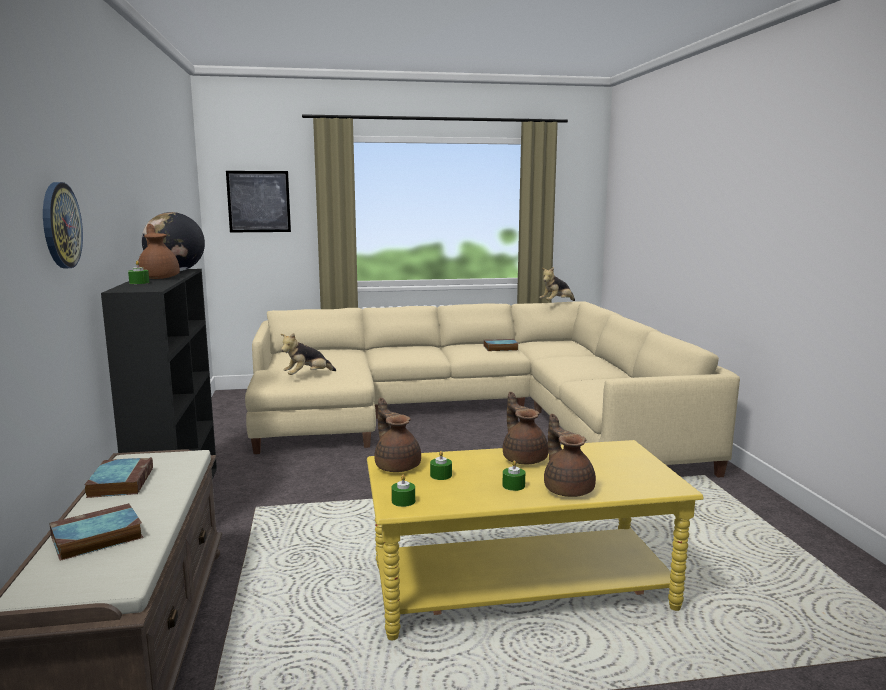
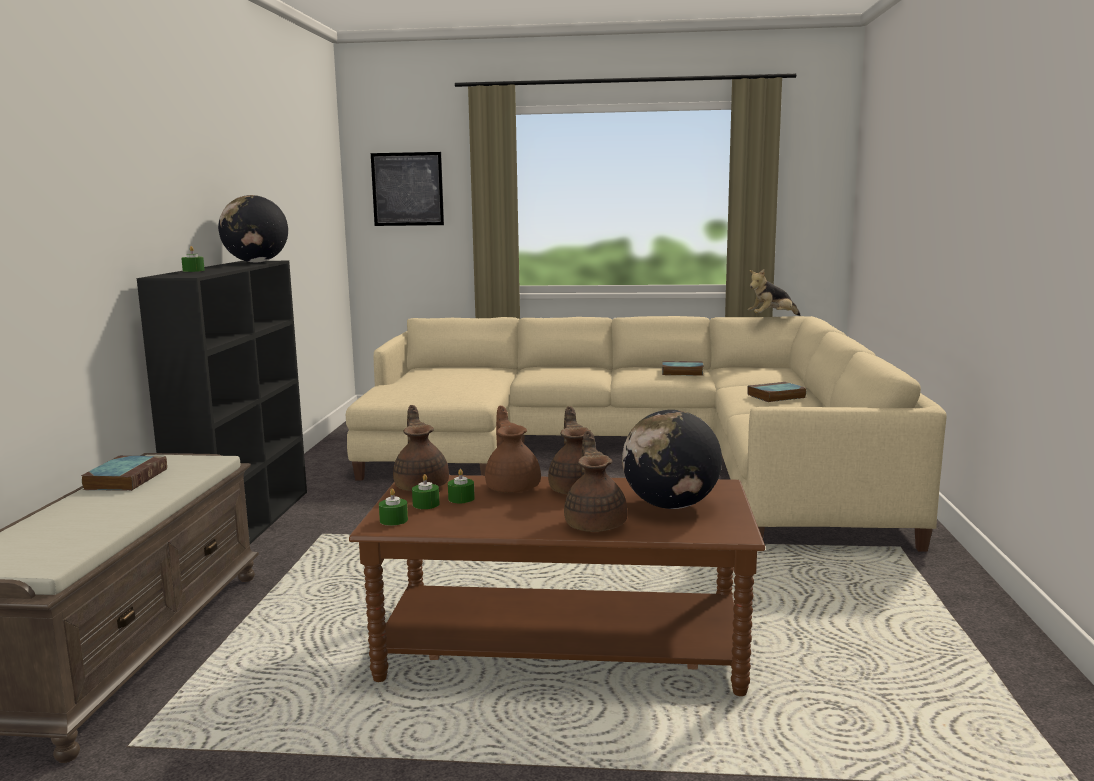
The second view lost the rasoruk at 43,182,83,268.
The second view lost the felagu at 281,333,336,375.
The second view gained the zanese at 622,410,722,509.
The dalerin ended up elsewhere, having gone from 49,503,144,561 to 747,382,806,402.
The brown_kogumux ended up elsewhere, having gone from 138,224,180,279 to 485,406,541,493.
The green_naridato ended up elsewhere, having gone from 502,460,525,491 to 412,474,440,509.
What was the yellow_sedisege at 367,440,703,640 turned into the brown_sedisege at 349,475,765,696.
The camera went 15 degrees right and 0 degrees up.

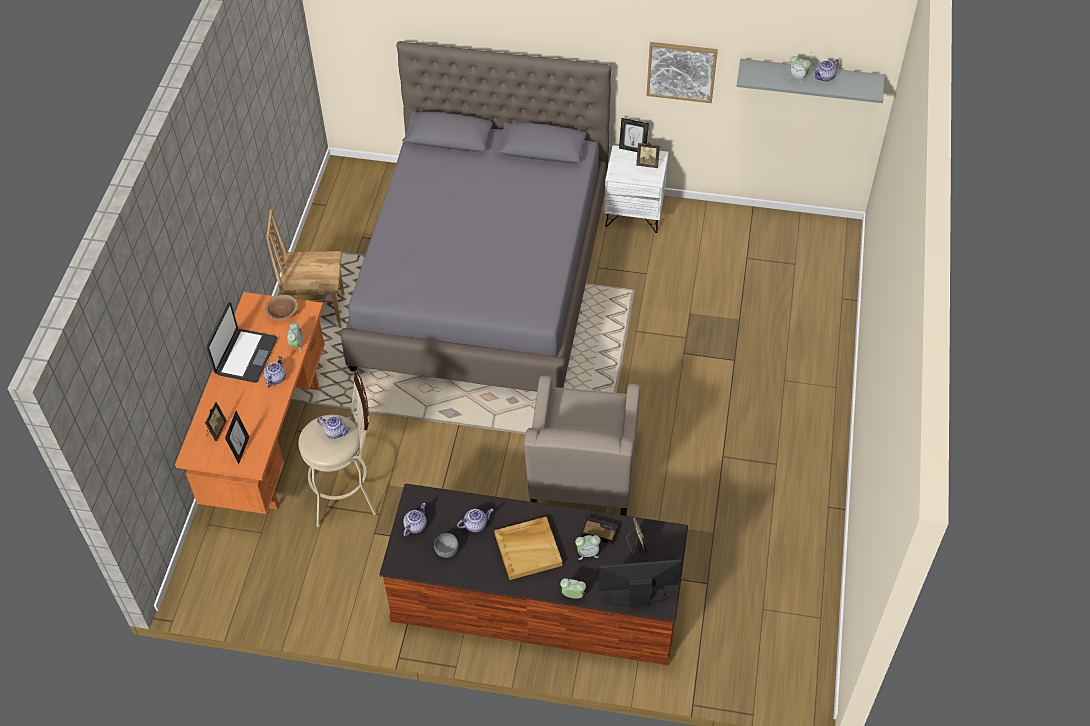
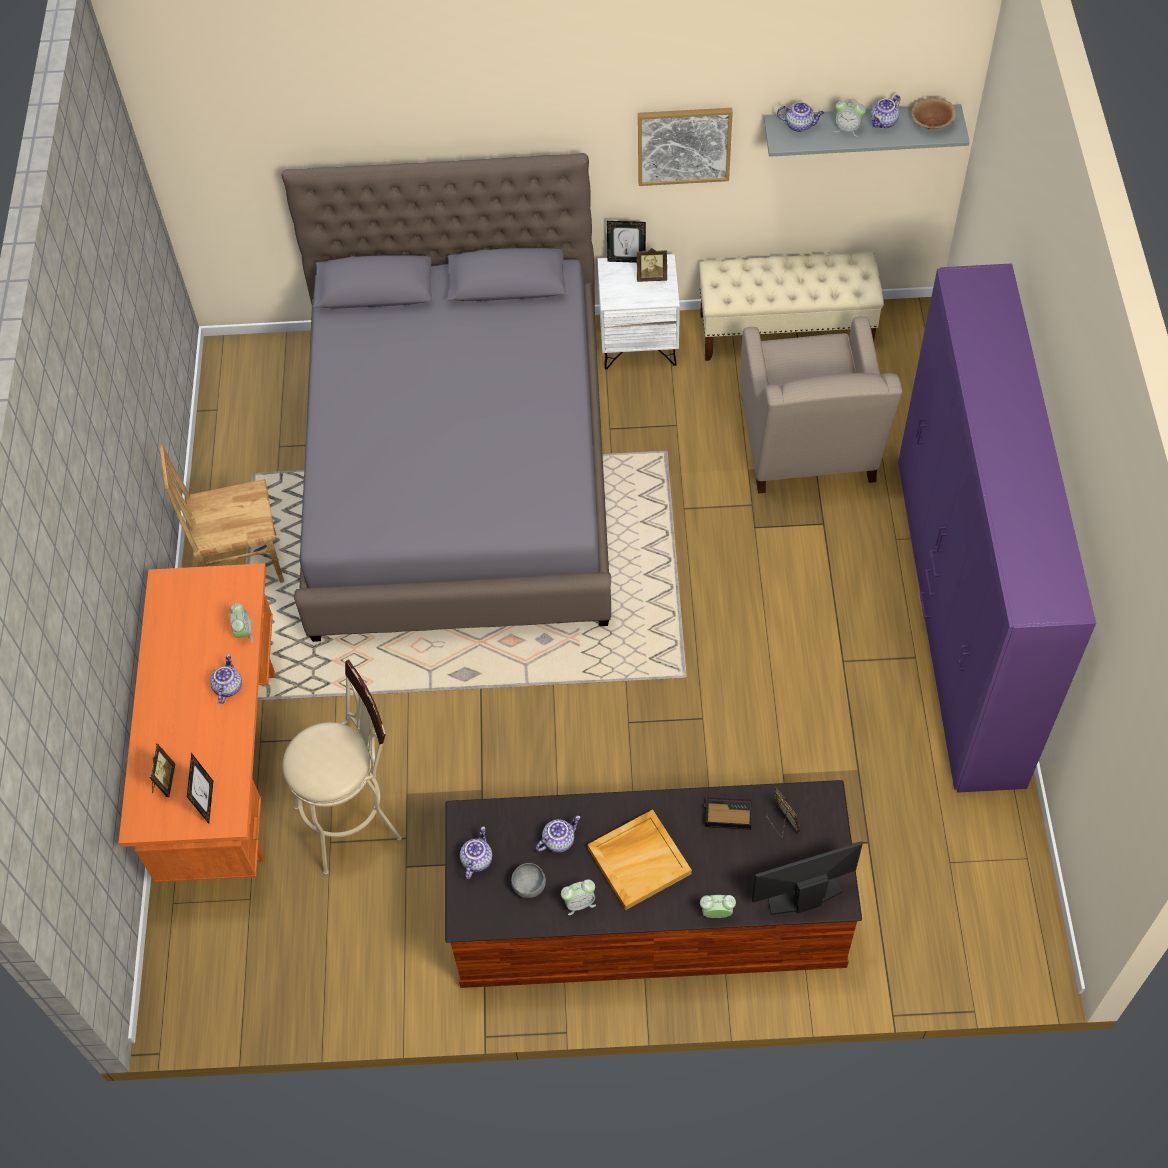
The second view lost the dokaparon at 206,302,278,383.
The second view gained the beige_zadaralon at 699,252,884,361.
The second view gained the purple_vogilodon at 898,263,1096,793.
The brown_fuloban ended up elsewhere, having gone from 265,295,298,320 to 911,98,957,129.
The kogumux ended up elsewhere, having gone from 317,416,350,439 to 777,102,824,132.
The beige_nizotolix ended up elsewhere, having gone from 524,375,640,516 to 739,316,902,494.
The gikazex ended up elsewhere, having gone from 575,535,601,560 to 561,879,596,915.
The camera went 10 degrees left and 5 degrees up.

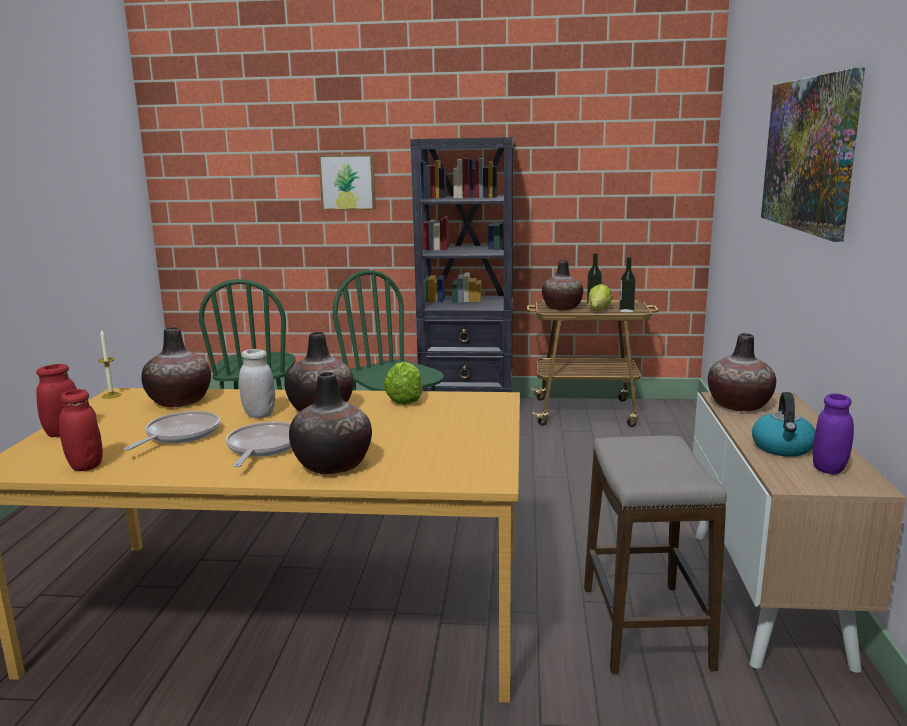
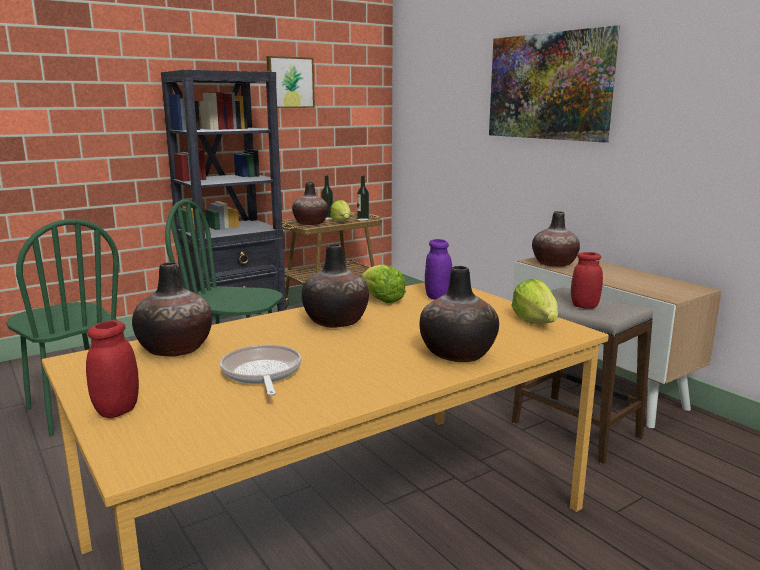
The second view lost the naridato at 98,330,122,399.
The second view lost the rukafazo at 226,422,292,467.
The second view lost the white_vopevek at 239,349,275,418.
The second view lost the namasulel at 752,392,816,457.
The second view gained the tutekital at 511,279,558,324.
The red_vopevek ended up elsewhere, having gone from 59,389,103,471 to 571,252,603,309.
The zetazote ended up elsewhere, having gone from 318,154,376,210 to 266,56,315,108.
The purple_vopevek ended up elsewhere, having gone from 813,394,854,474 to 425,239,452,300.
The camera went 40 degrees left and 0 degrees up.

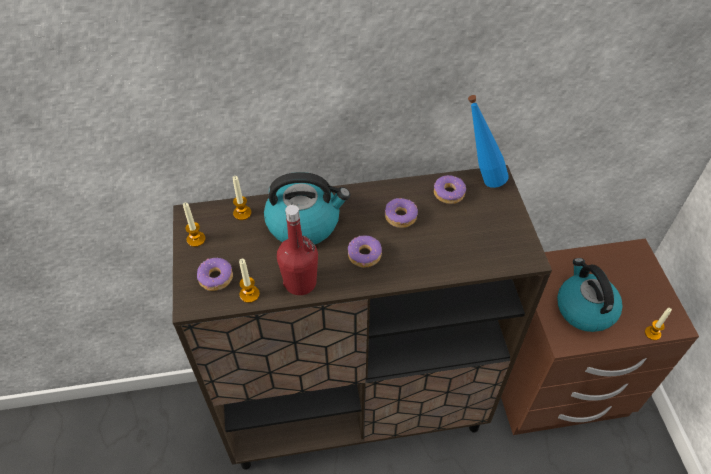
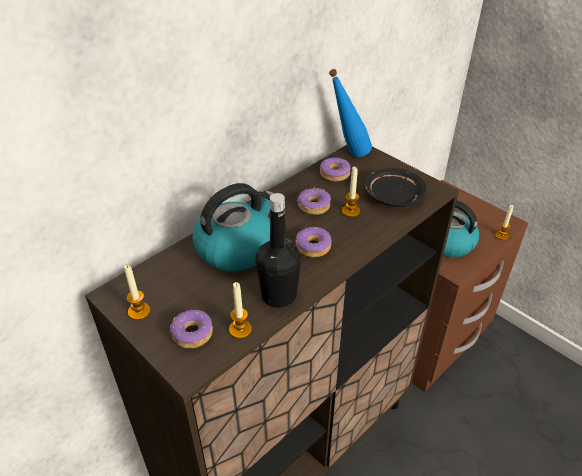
The second view gained the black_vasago at 364,168,427,207.
The naridato ended up elsewhere, having gone from 232,176,252,220 to 342,167,360,217.
What was the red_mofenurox at 277,205,318,295 turned into the black_mofenurox at 256,193,301,308.
The camera went 35 degrees left and 10 degrees down.

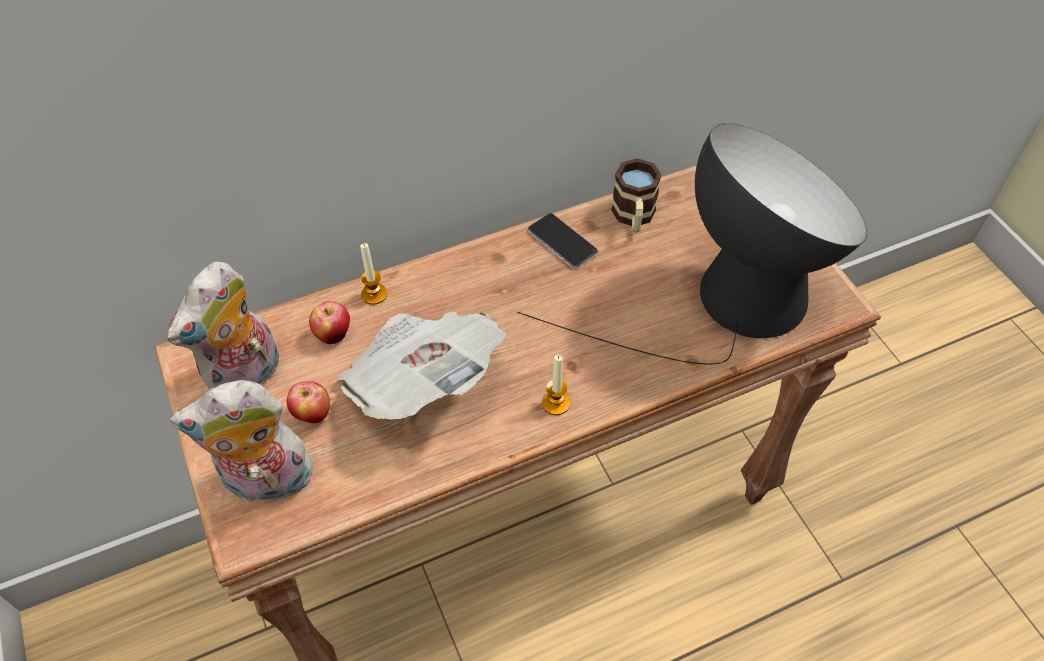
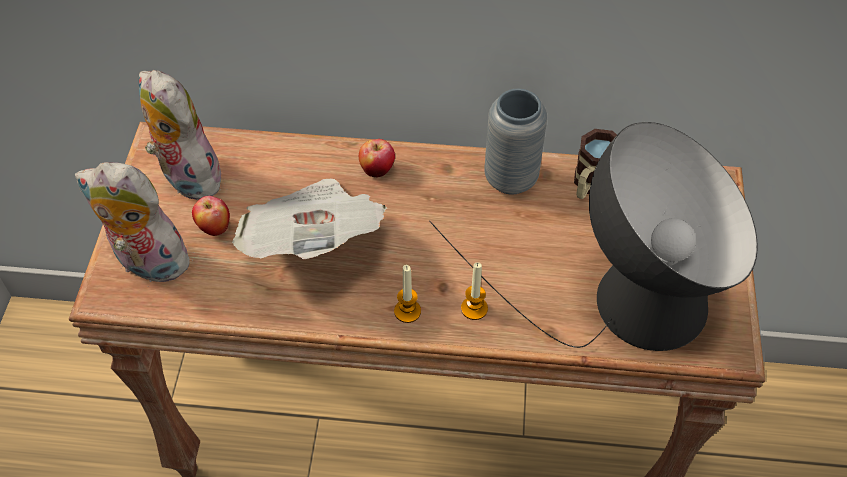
The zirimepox ended up elsewhere, having gone from 309,301,350,344 to 359,139,395,178.
The naridato ended up elsewhere, having gone from 360,243,387,305 to 461,262,488,320.
Where the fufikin stood at 527,213,598,269, the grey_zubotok came to stand at 484,89,547,195.
The felagu at 167,262,279,389 ended up facing another way, 75 degrees clockwise from before.
The camera went 30 degrees right and 0 degrees up.

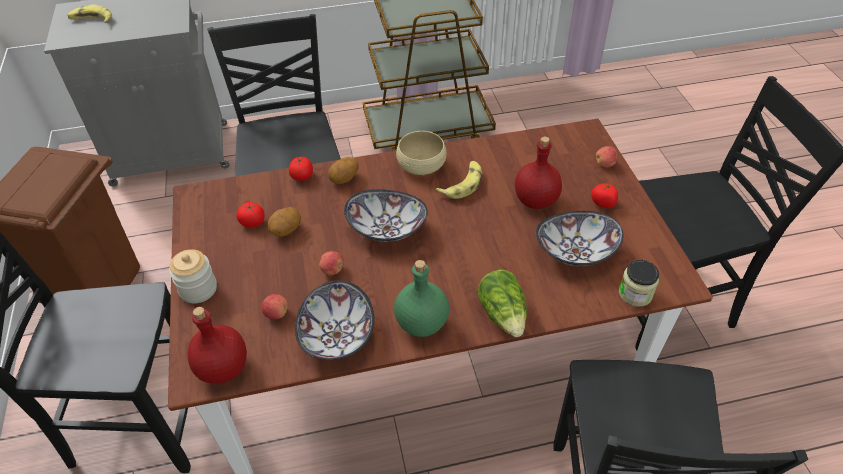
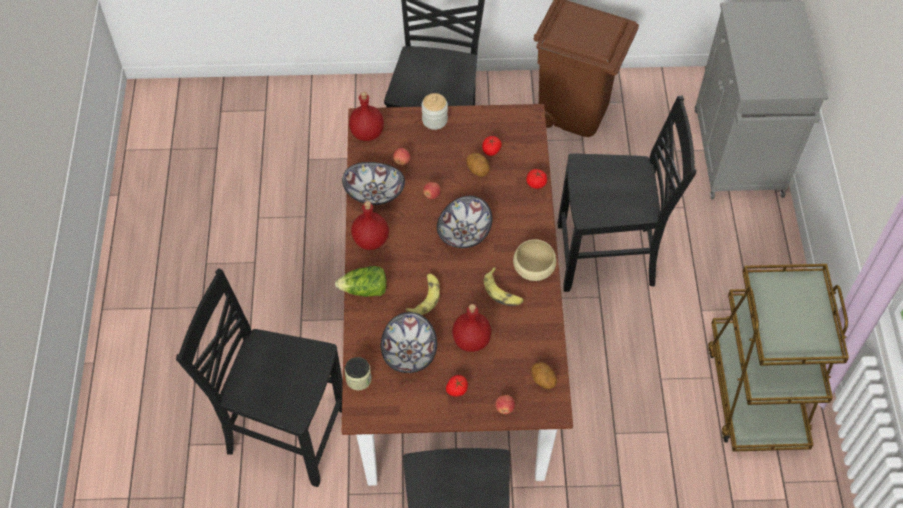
The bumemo ended up elsewhere, having gone from 67,5,112,23 to 406,273,440,315.
The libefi ended up elsewhere, having gone from 328,157,359,184 to 531,362,557,389.
What was the green_mofenurox at 394,260,449,337 turned into the red_mofenurox at 351,201,389,250.
The camera went 100 degrees right and 10 degrees up.

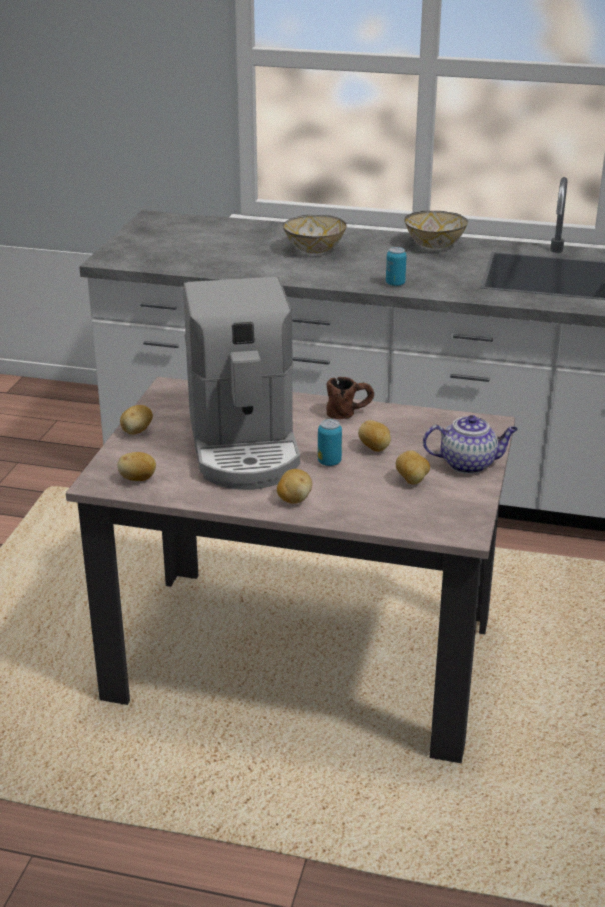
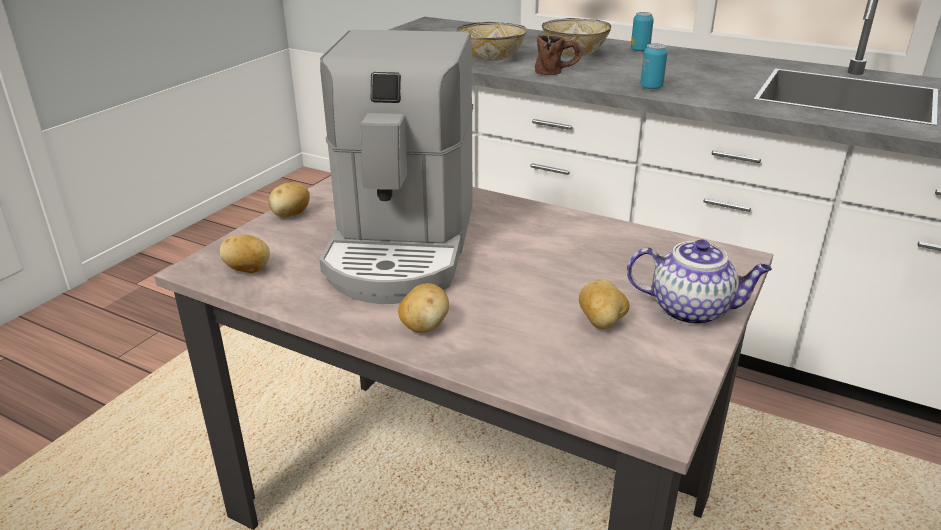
The second view lost the libefi at 358,420,391,452.
The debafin ended up elsewhere, having gone from 318,419,342,466 to 631,12,654,52.
The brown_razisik ended up elsewhere, having gone from 327,377,374,419 to 535,35,582,75.
The fuloban ended up elsewhere, having gone from 404,211,468,249 to 457,22,527,61.
The camera went 15 degrees right and 0 degrees up.

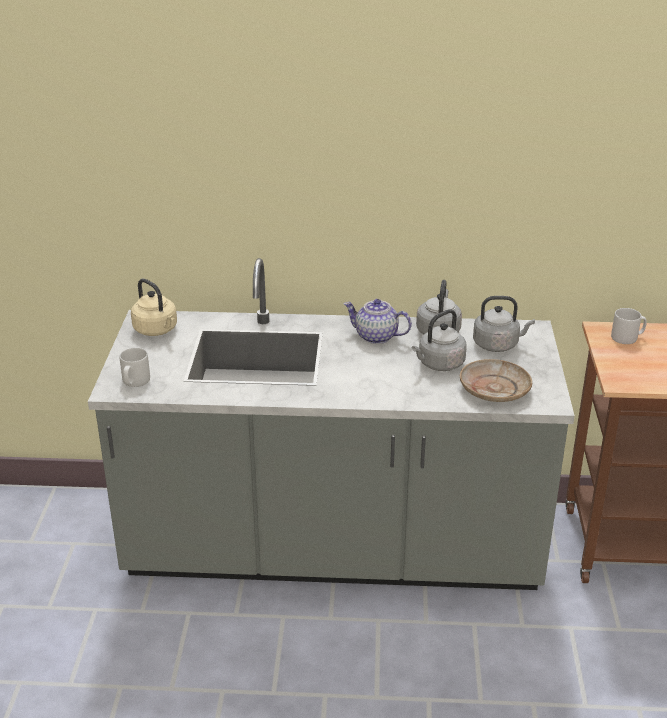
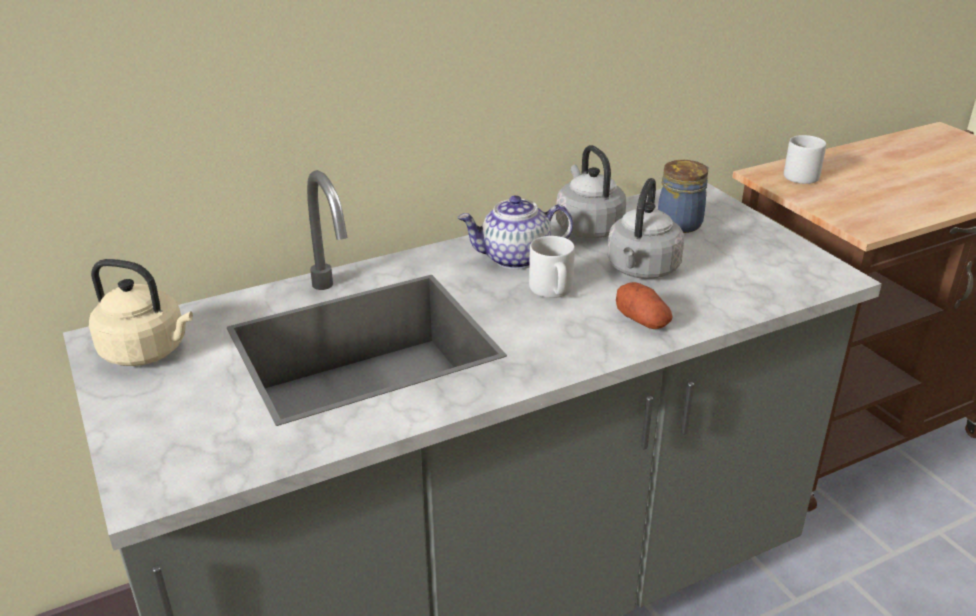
The second view lost the beige_vasago at 460,359,532,402.
The second view gained the libefi at 616,282,673,329.
The grey_razisik ended up elsewhere, having gone from 120,348,150,387 to 529,236,575,298.
Where the grey_namasulel stood at 473,296,535,352, the vopevek came to stand at 658,160,709,233.
The camera went 30 degrees left and 0 degrees up.

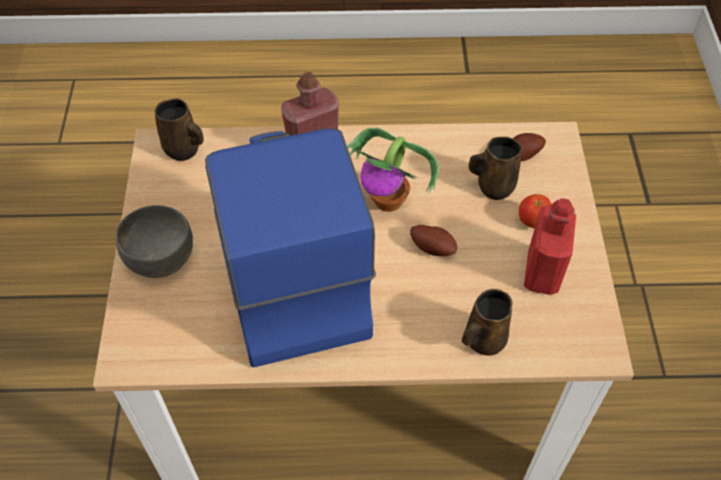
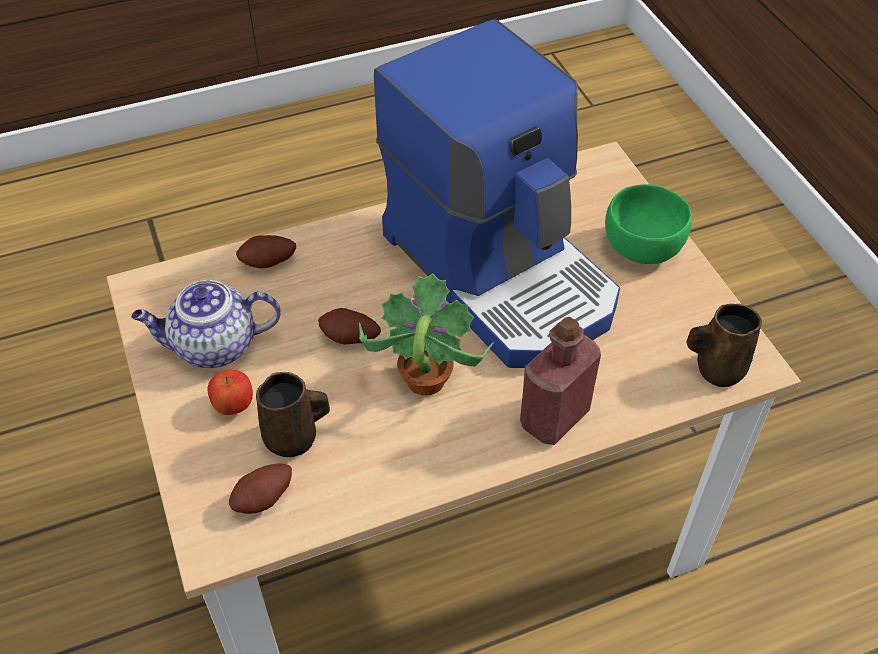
Where the brown_razisik stood at 462,289,512,356, the libefi came to stand at 236,235,296,268.
Where the red_mofenurox stood at 524,198,576,295, the kogumux came to stand at 131,280,281,368.
What was the grey_fuloban at 116,205,193,278 turned into the green_fuloban at 605,184,692,264.
The camera went 160 degrees right and 5 degrees down.

